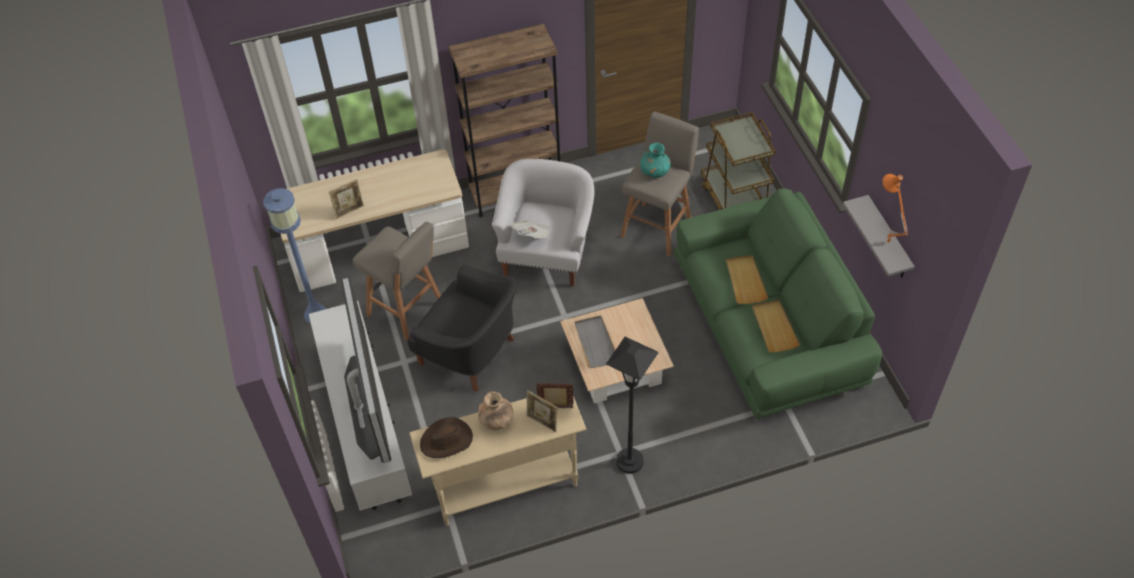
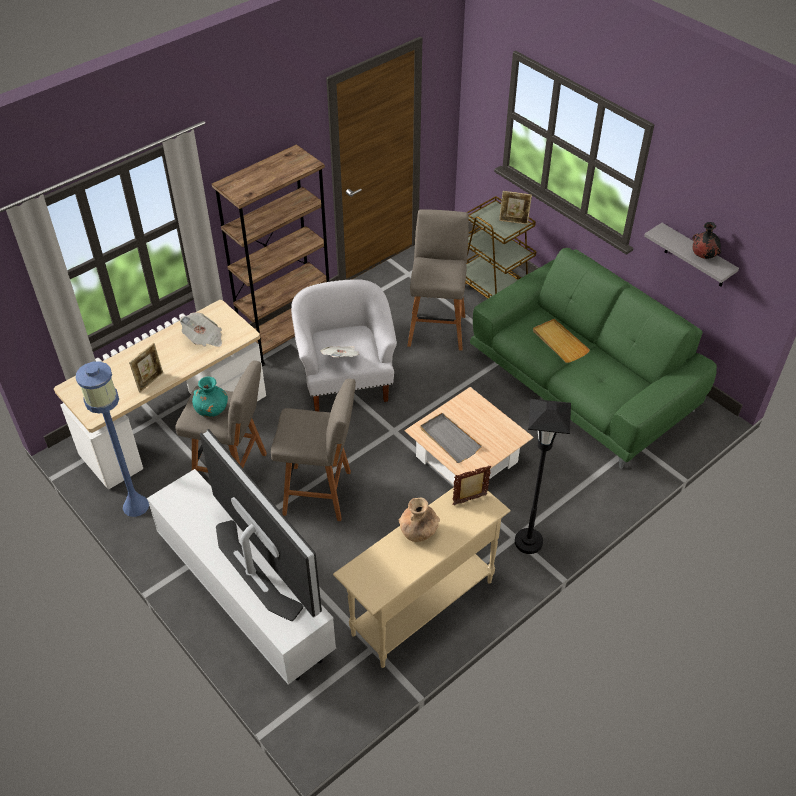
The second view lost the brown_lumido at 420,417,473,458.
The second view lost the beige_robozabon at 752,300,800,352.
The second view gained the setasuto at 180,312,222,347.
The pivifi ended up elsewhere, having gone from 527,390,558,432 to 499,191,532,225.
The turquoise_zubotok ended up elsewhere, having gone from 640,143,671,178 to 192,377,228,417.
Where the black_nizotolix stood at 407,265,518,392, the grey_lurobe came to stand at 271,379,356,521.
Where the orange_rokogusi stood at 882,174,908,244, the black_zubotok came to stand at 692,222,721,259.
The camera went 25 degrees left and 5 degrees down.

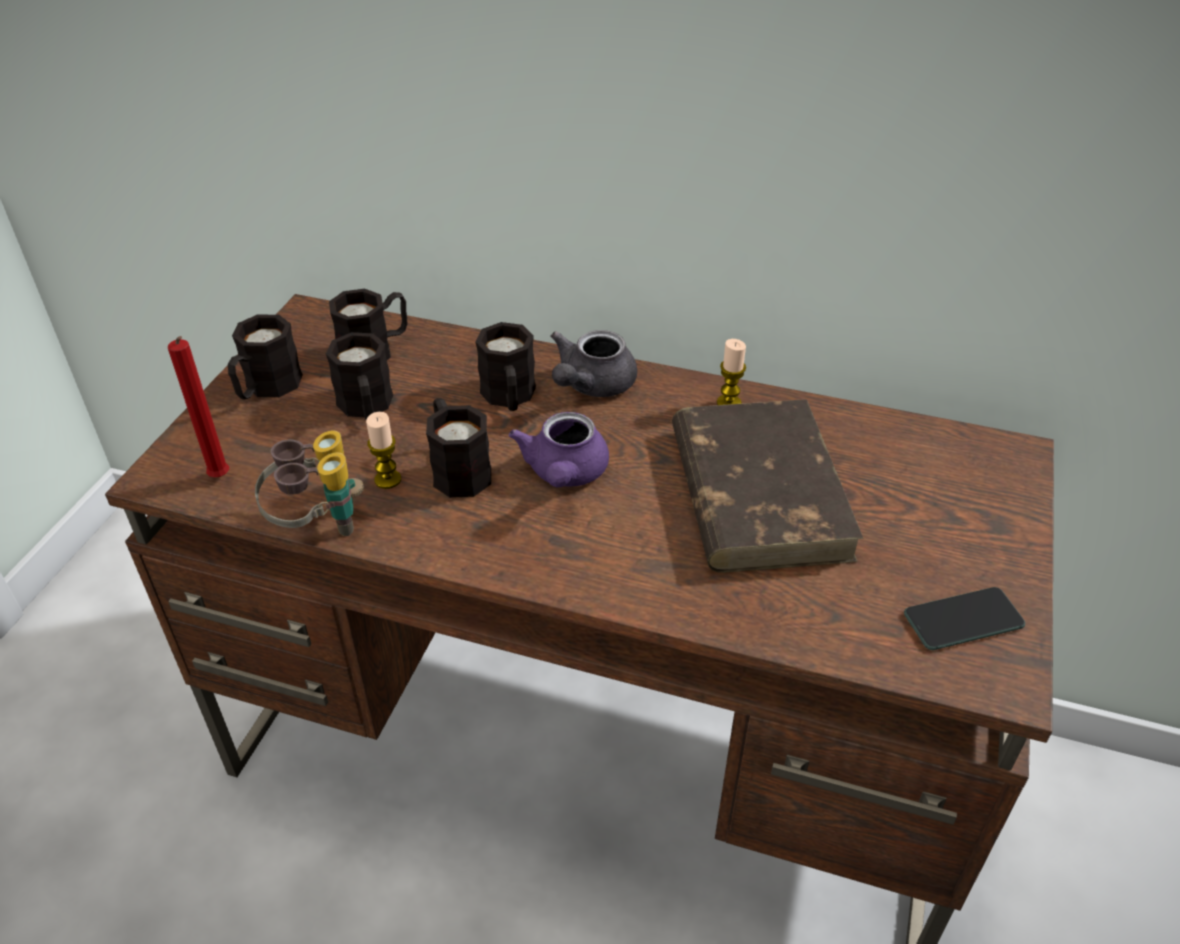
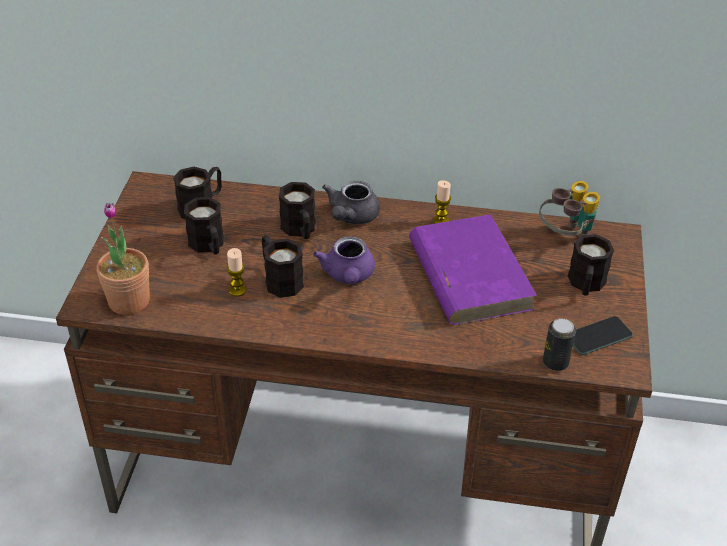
The second view gained the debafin at 543,318,576,371.
The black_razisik ended up elsewhere, having gone from 228,314,303,399 to 568,234,614,296.
The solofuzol ended up elsewhere, having gone from 255,430,364,536 to 539,181,600,237.
Where the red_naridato stood at 168,336,229,477, the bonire came to stand at 97,203,150,315.
What was the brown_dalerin at 672,399,864,573 turned into the purple_dalerin at 409,214,537,325.
The camera went 10 degrees left and 0 degrees up.

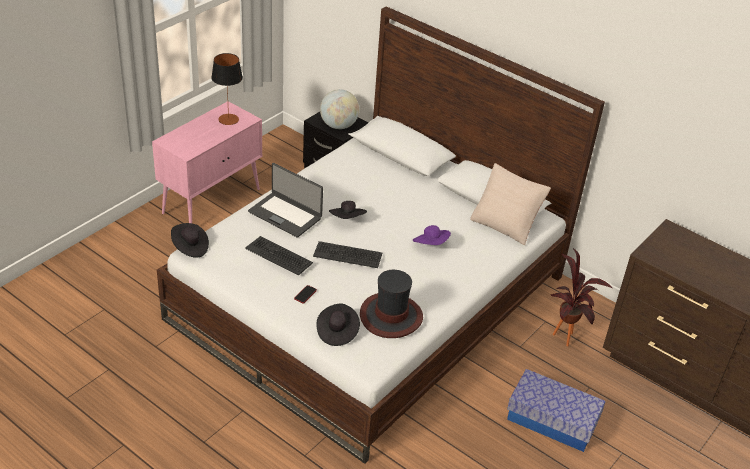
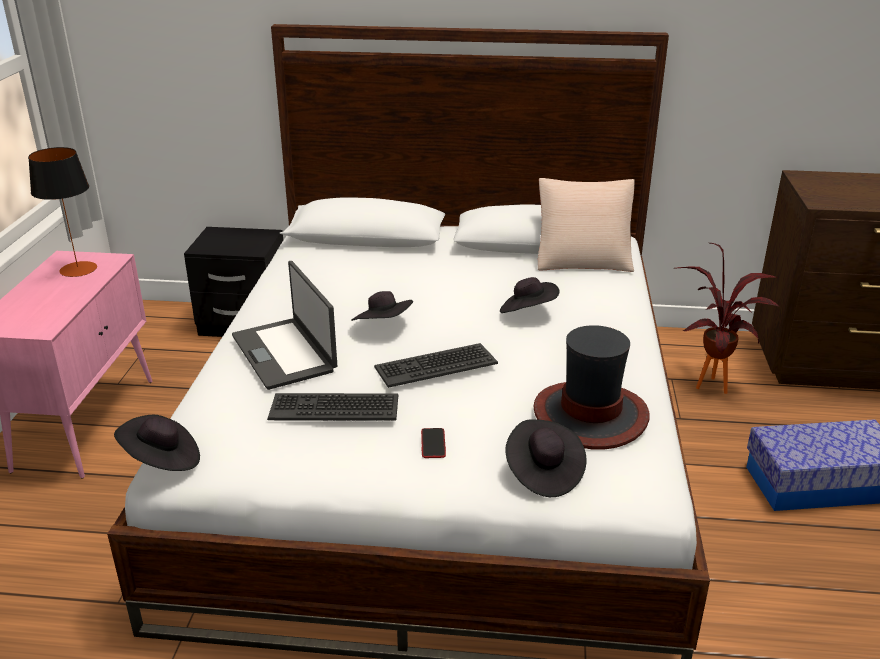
The second view lost the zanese at 320,89,359,129.
What was the purple_lumido at 413,225,451,245 turned into the black_lumido at 500,277,560,313.
The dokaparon at 248,163,323,238 ended up facing another way, 60 degrees clockwise from before.
The camera went 30 degrees left and 10 degrees down.

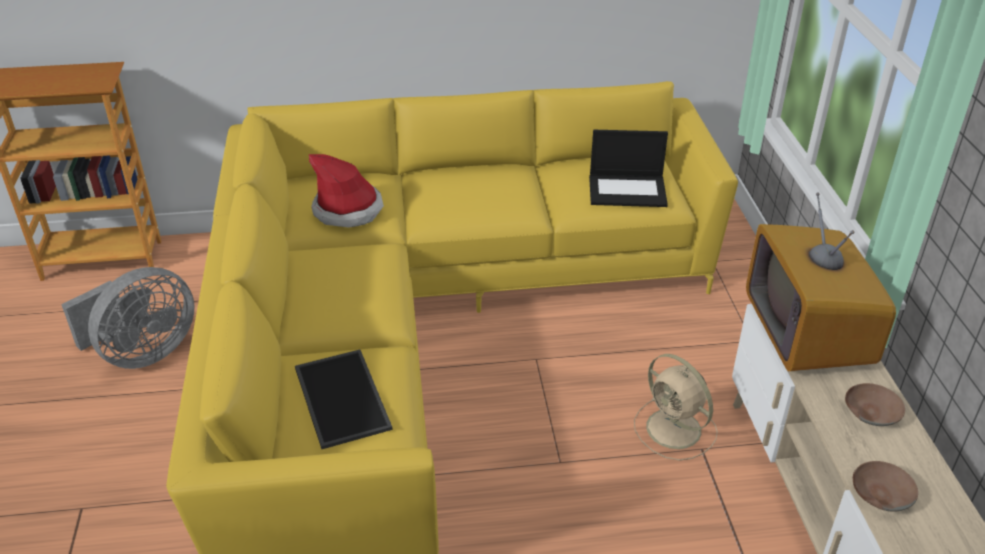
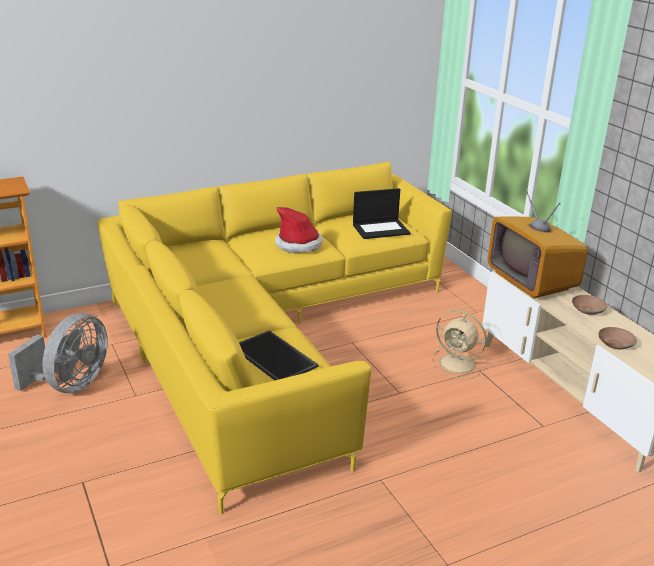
The lumido ended up elsewhere, having gone from 309,154,384,228 to 275,207,323,253.
The camera went 20 degrees left and 10 degrees down.

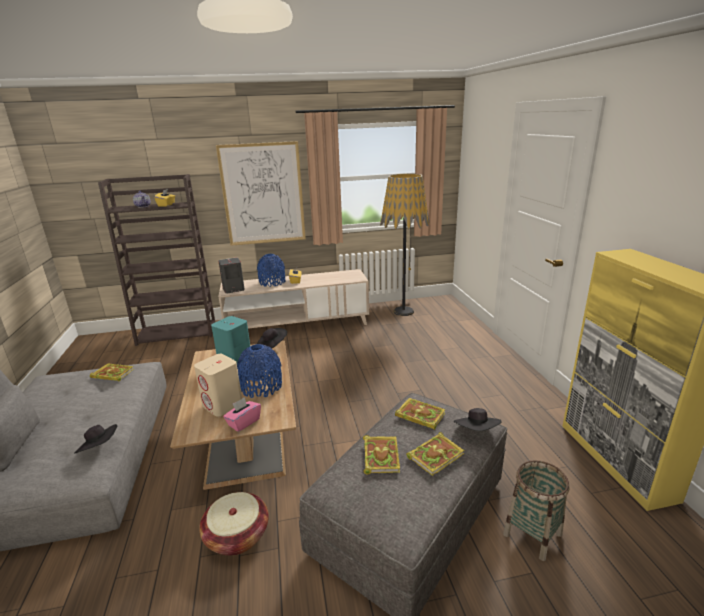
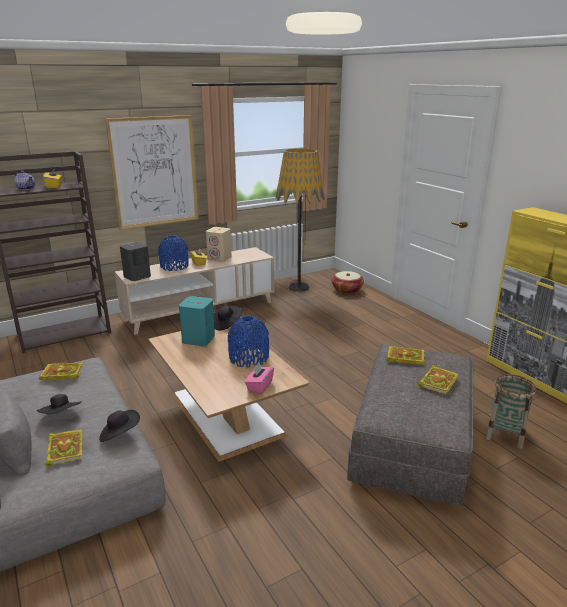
The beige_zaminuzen ended up elsewhere, having gone from 194,354,242,417 to 206,227,232,262.
The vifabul ended up elsewhere, having gone from 199,492,269,556 to 332,271,364,294.
The dalerin ended up elsewhere, having gone from 363,435,400,475 to 45,429,82,467.
The black_lumido ended up elsewhere, having gone from 454,408,502,431 to 36,394,82,414.
The camera went 20 degrees left and 0 degrees up.

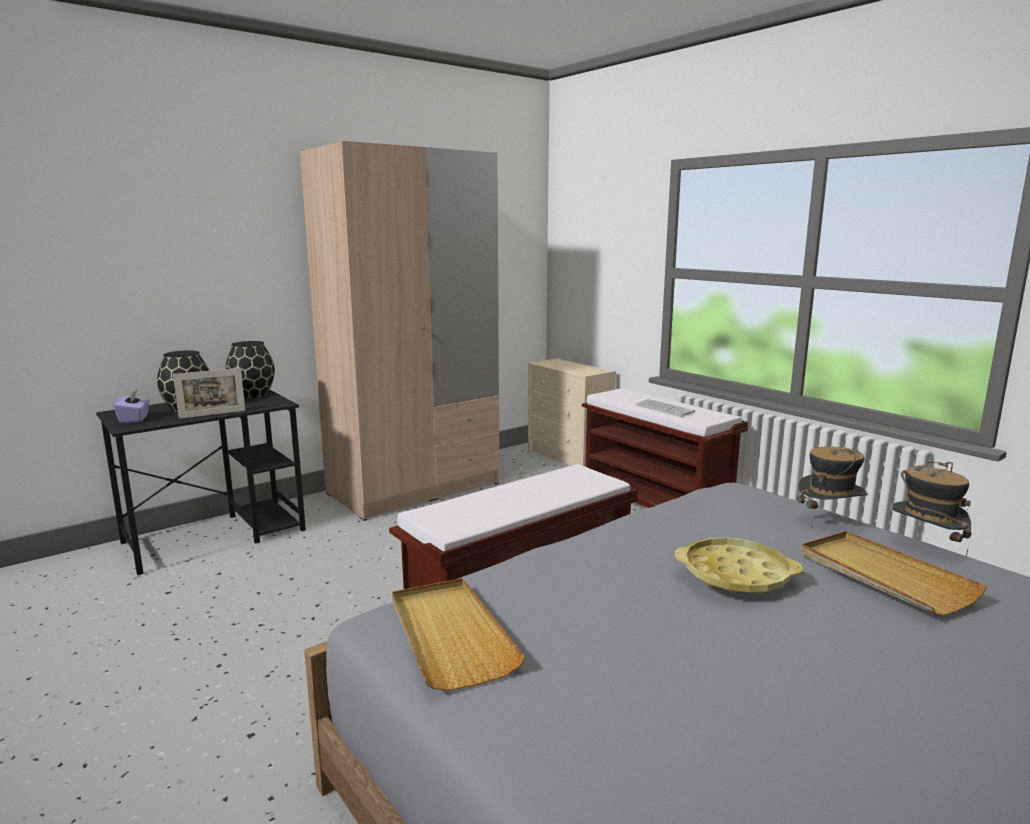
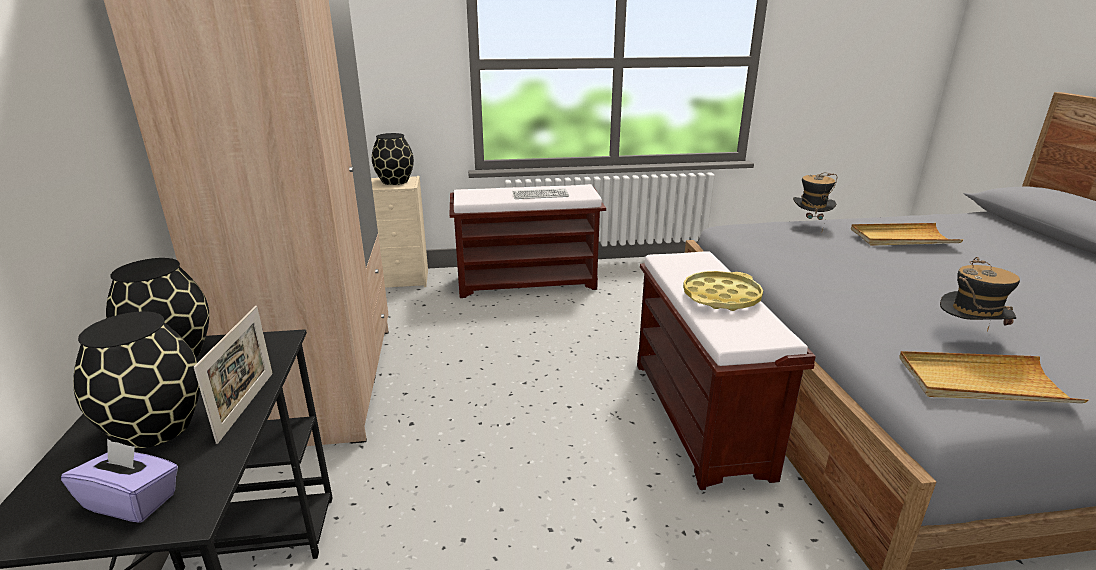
The second view gained the black_zubotok at 372,133,414,185.
The yellow_robozabon ended up elsewhere, having gone from 675,538,803,594 to 683,271,763,311.
The lumido ended up elsewhere, having gone from 892,462,972,556 to 940,257,1020,332.
The camera went 60 degrees left and 10 degrees up.

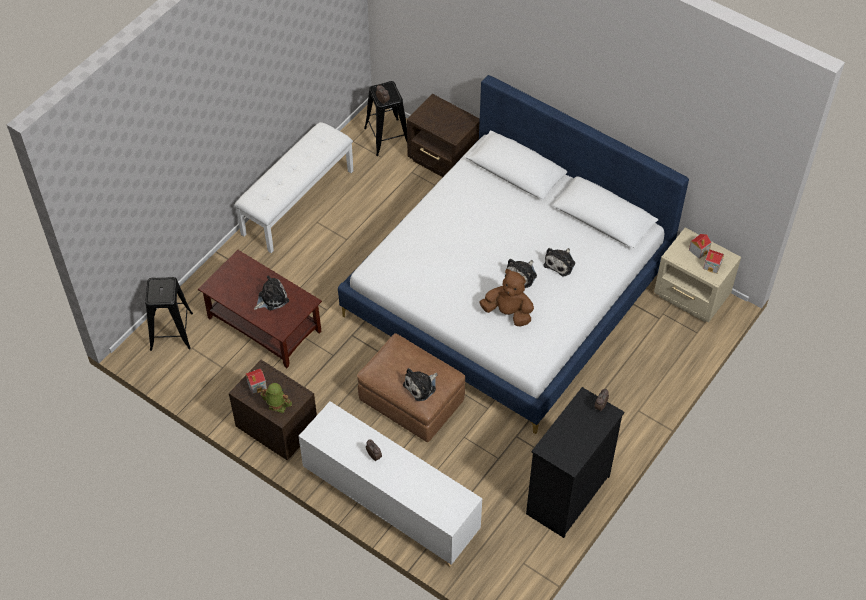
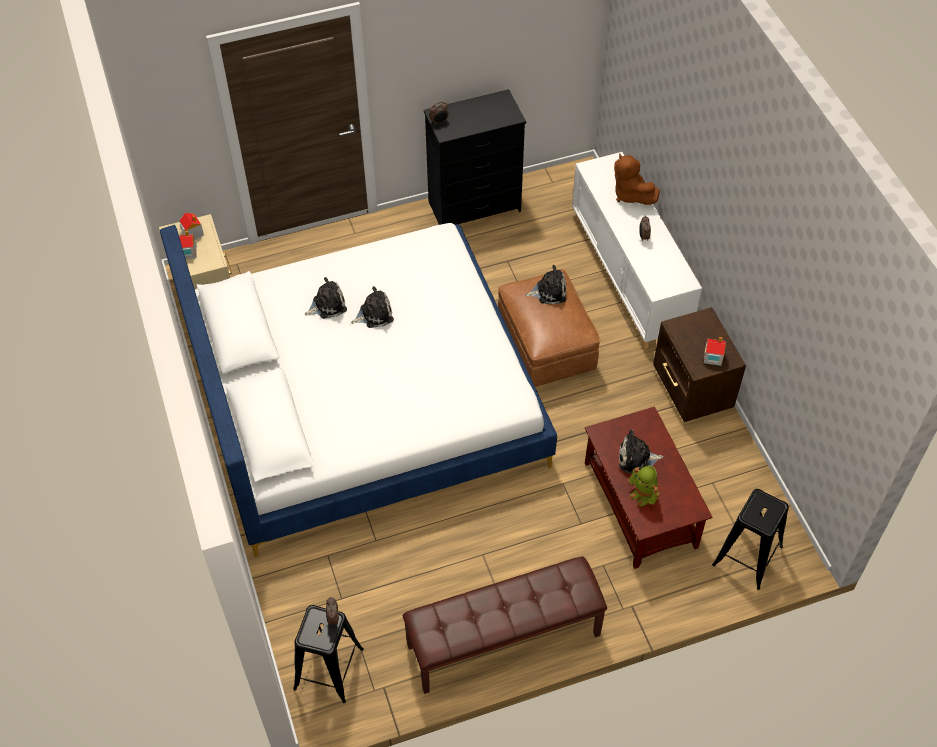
The second view lost the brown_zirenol at 407,94,480,177.
The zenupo ended up elsewhere, having gone from 260,383,292,413 to 629,466,660,506.
The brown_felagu ended up elsewhere, having gone from 479,269,534,327 to 614,153,660,205.
What was the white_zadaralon at 234,122,353,253 turned into the brown_zadaralon at 403,556,607,694.
The camera went 145 degrees left and 0 degrees up.

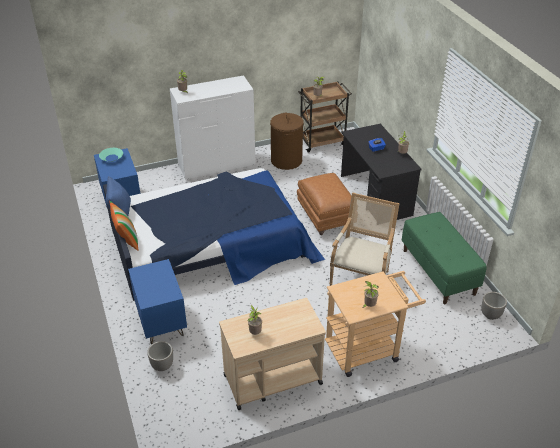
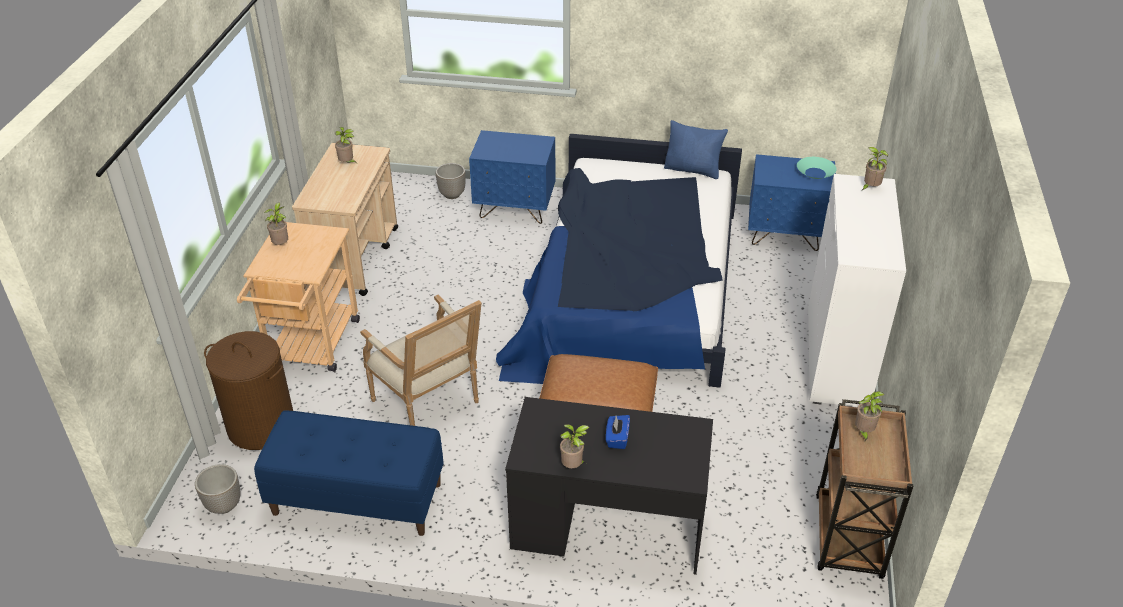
The second view lost the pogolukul at 109,201,138,251.
The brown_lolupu ended up elsewhere, having gone from 270,113,304,170 to 204,331,293,450.
What was the green_zadaralon at 402,212,487,304 turned into the blue_zadaralon at 254,411,444,536.
The camera went 120 degrees right and 0 degrees up.

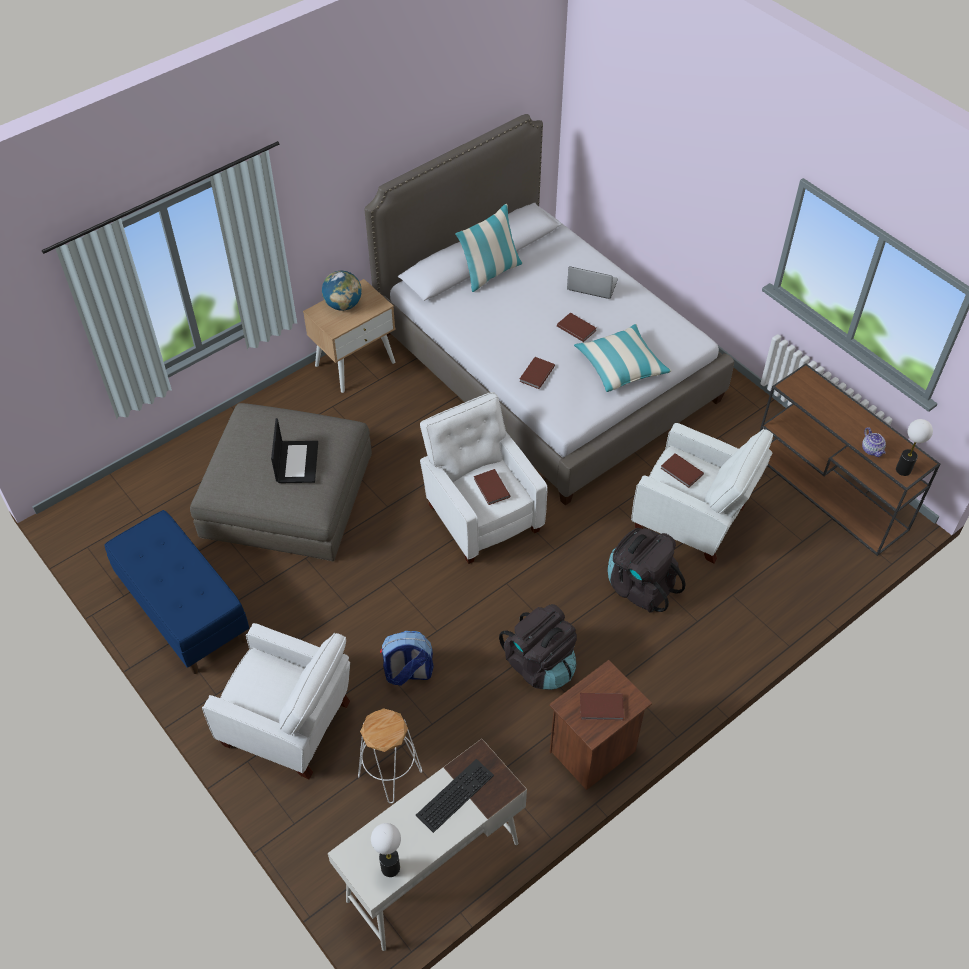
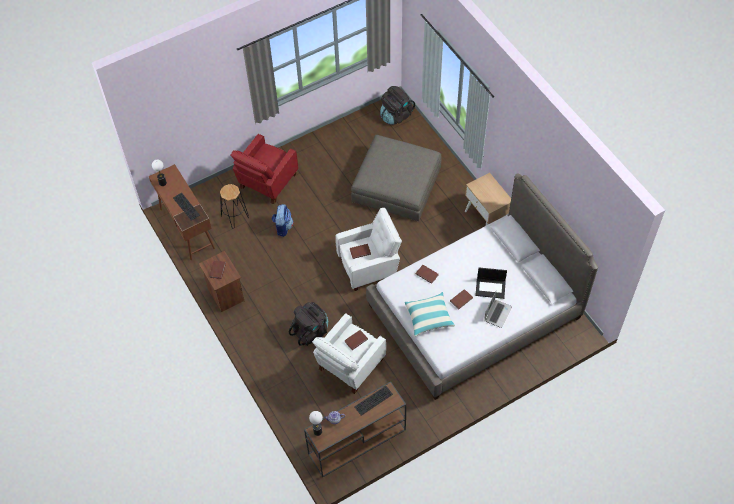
The second view lost the blue_zadaralon at 105,510,249,674.
The second view lost the zanese at 322,271,362,311.
The second view lost the pogolukul at 455,204,523,292.
The second view gained the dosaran at 355,386,393,416.
The dokaparon ended up elsewhere, having gone from 271,418,318,483 to 475,268,507,299.
The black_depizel ended up elsewhere, having gone from 499,604,577,690 to 380,86,415,125.
What was the white_nizotolix at 202,623,350,779 turned into the red_nizotolix at 230,134,298,204.
What was the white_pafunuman at 328,739,527,951 turned into the brown_pafunuman at 149,164,215,260.
What was the white_lurobe at 358,708,422,803 turned into the black_lurobe at 220,184,249,229.
The camera went 100 degrees right and 5 degrees up.

